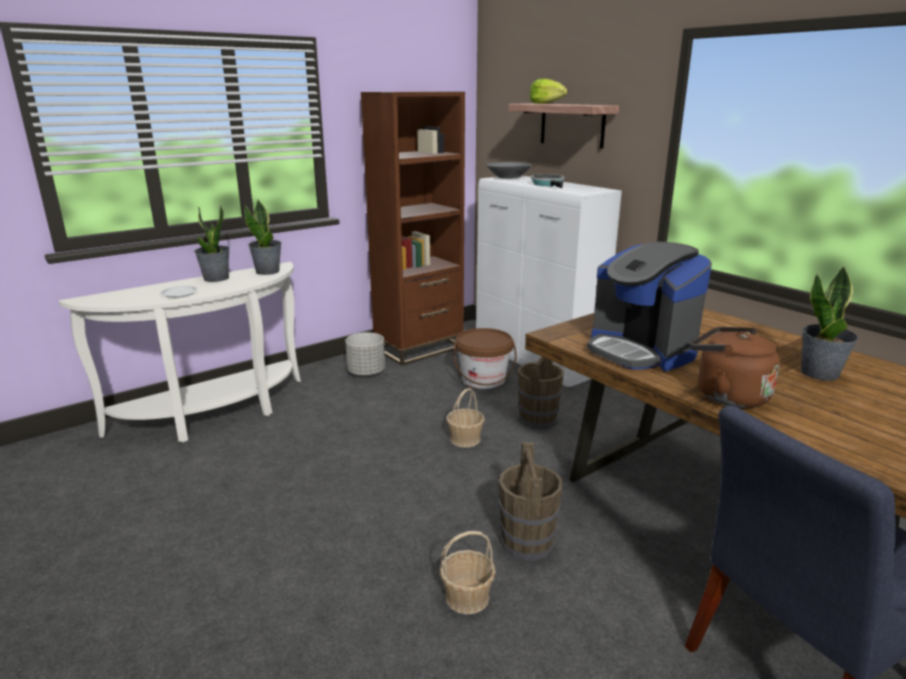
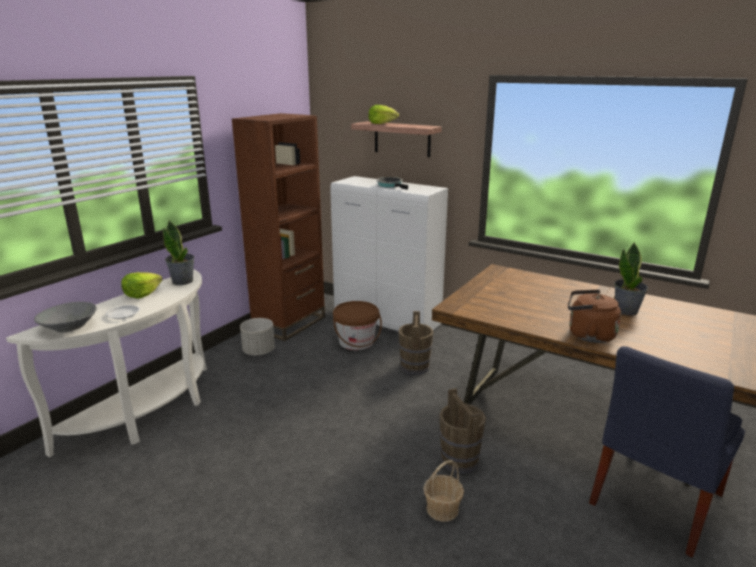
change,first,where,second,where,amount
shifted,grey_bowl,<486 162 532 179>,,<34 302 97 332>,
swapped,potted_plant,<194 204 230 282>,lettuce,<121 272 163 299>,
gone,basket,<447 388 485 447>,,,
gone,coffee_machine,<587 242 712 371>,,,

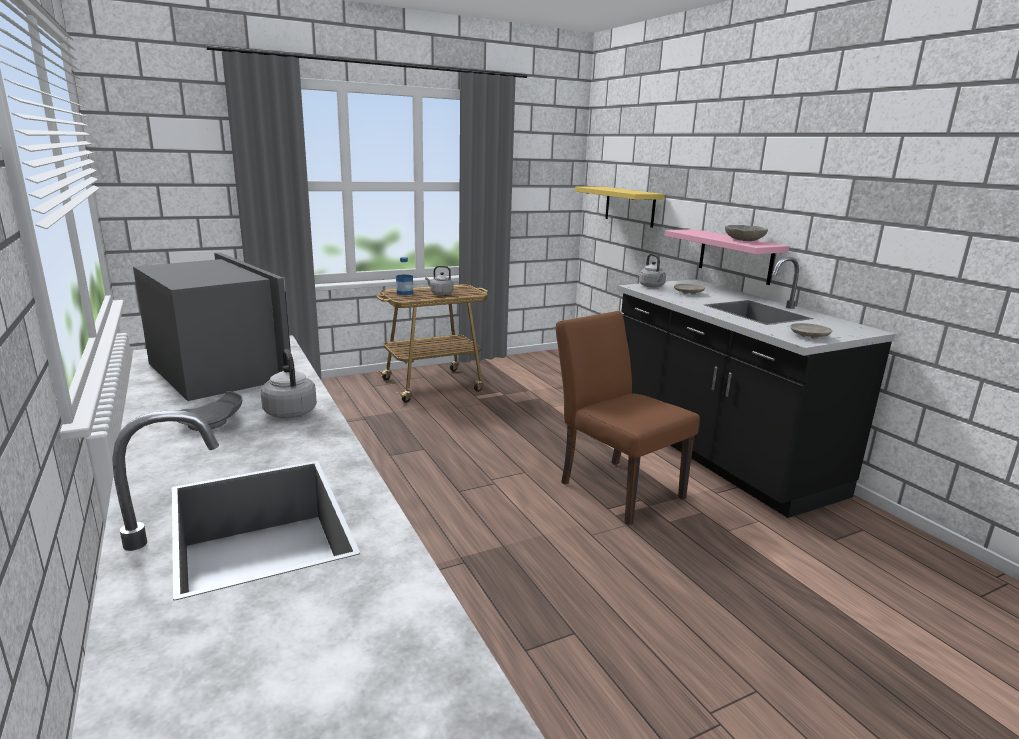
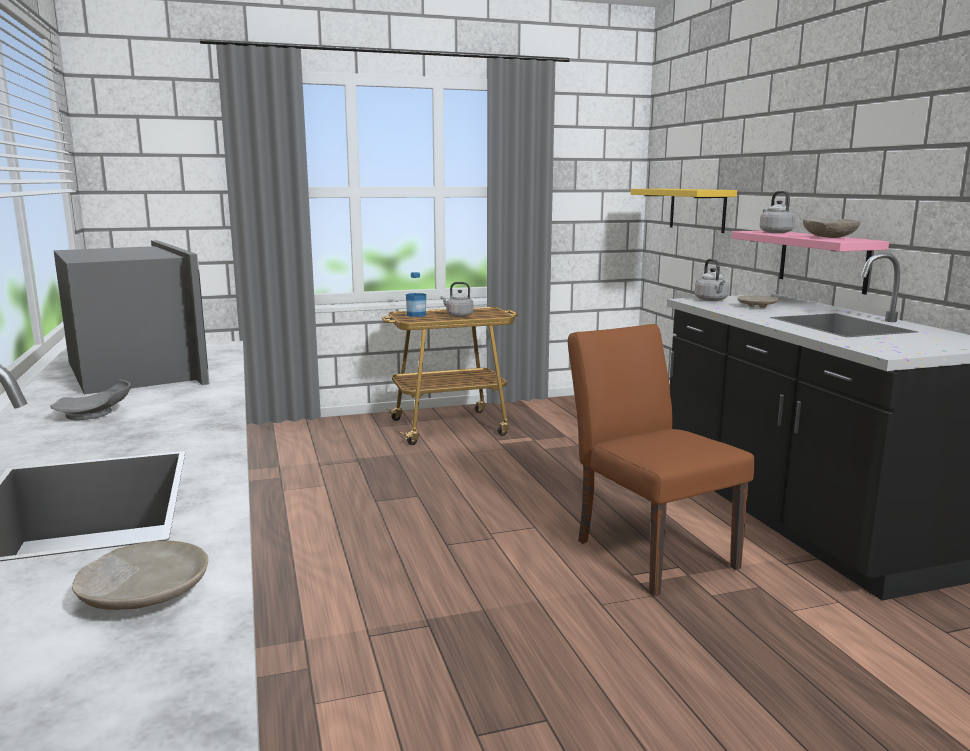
change,first,where,second,where,amount
shifted,beige_plate,<790 323 832 339>,,<72 541 208 610>,
shifted,grey_kettle,<261 349 317 418>,,<760 191 796 233>,

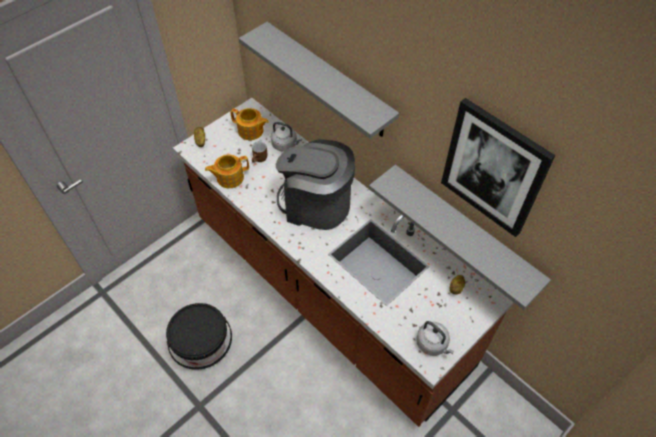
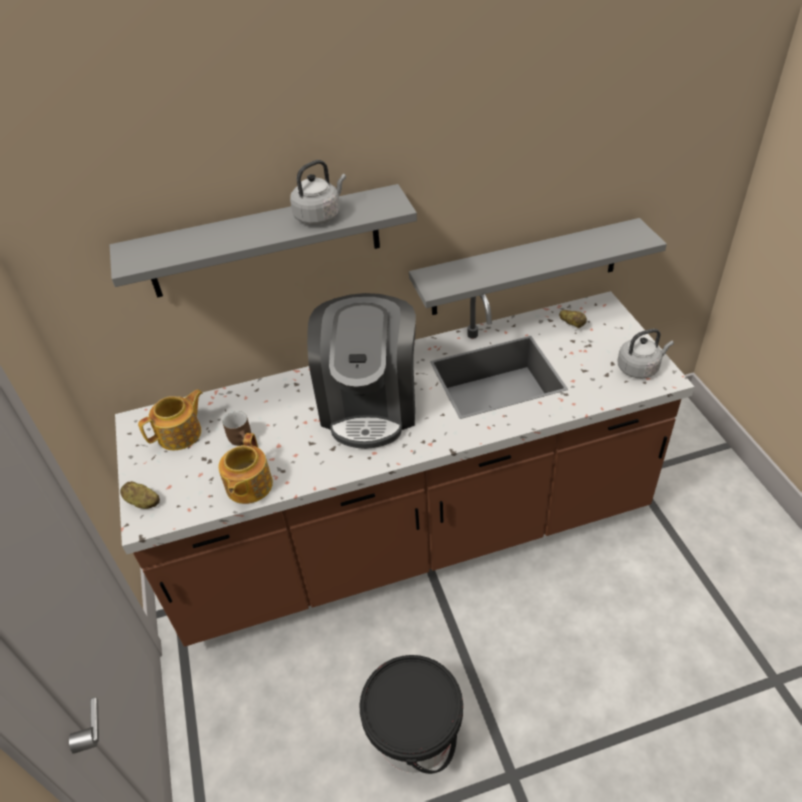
change,first,where,second,where,amount
shifted,grey_kettle,<271 122 302 152>,,<290 160 346 225>,
rotated,coffee_machine,<276 139 355 230>,,<307 293 416 449>,45 degrees counterclockwise
gone,picture,<441 98 555 237>,,,

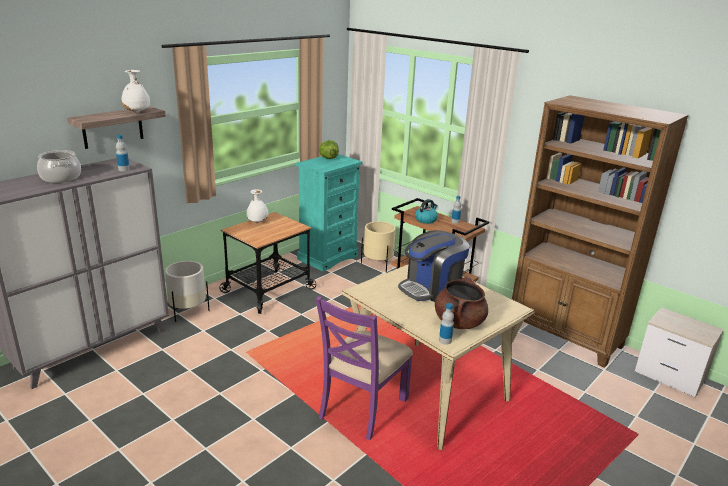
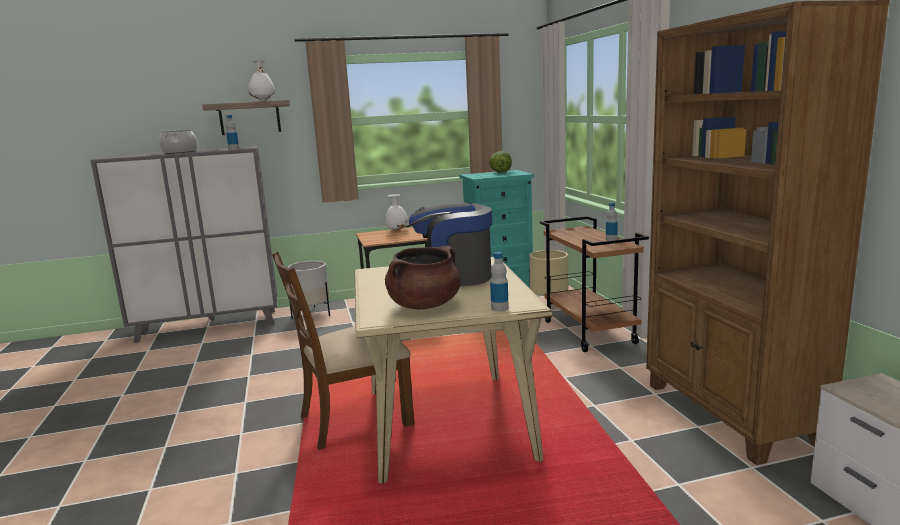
change,first,where,second,where,amount
repainted,purple_chair,<316 296 413 440>,brown_chair,<272 251 414 450>,
shifted,bottle,<439 303 454 345>,,<490 252 509 311>,
gone,kettle,<415 199 438 224>,,,

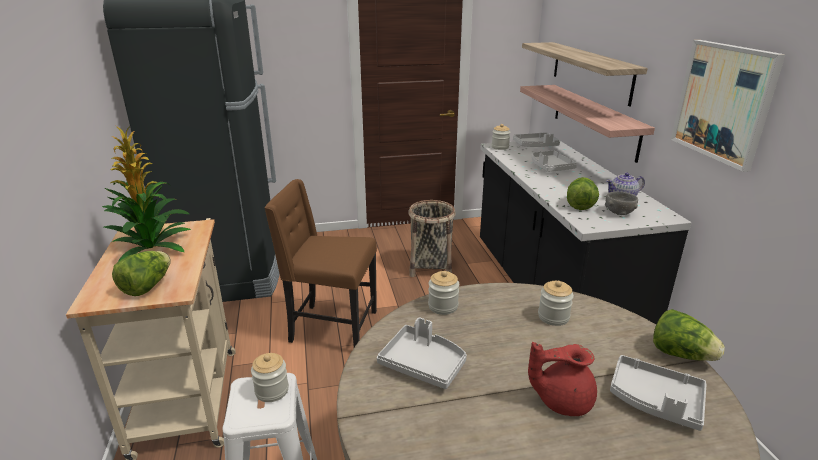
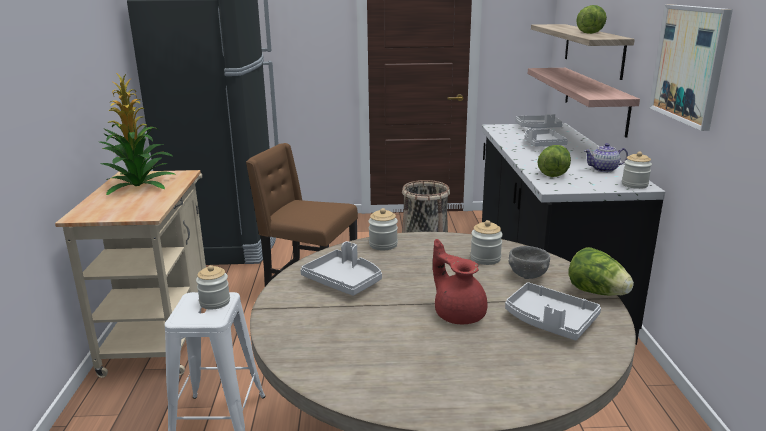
change,first,where,second,where,amount
rotated,red_teapot,<528 342 597 416>,,<433 239 487 324>,45 degrees clockwise
shifted,grey_bowl,<605 191 638 215>,,<508 246 550 279>,
shifted,lettuce,<112 251 171 296>,,<576 5 607 34>,
shifted,jar,<492 124 511 150>,,<622 152 652 189>,

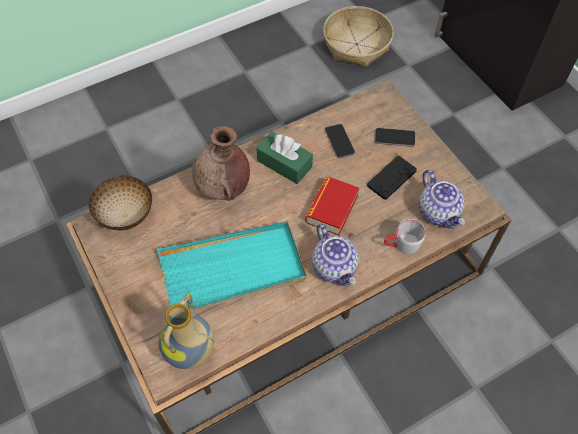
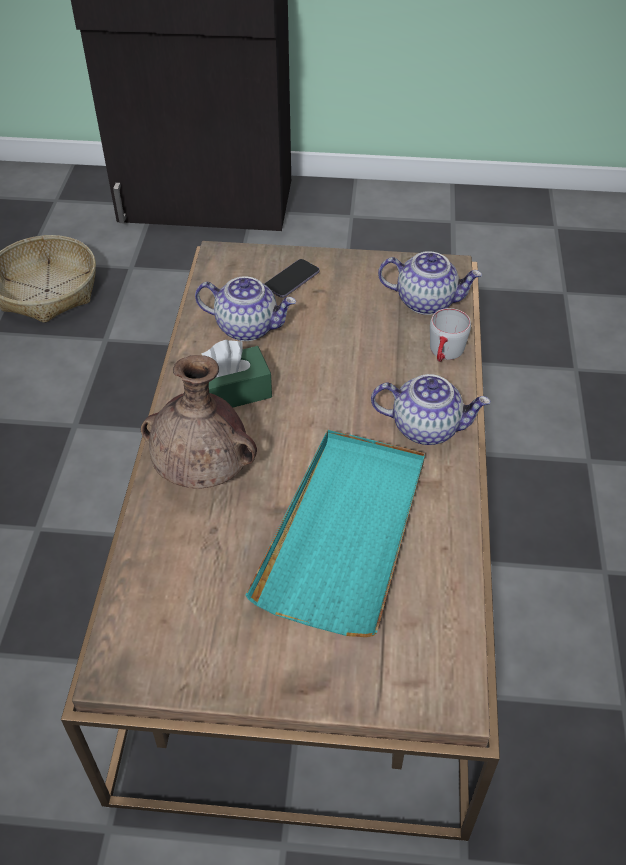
change,first,where,second,where,amount
swapped,phone,<325 124 355 158>,teapot,<195 276 296 341>,
gone,bowl,<89 175 152 230>,,,
gone,vase,<159 294 214 369>,,,
gone,book,<305 176 359 235>,,,
gone,black_game_controller,<367 156 417 200>,,,

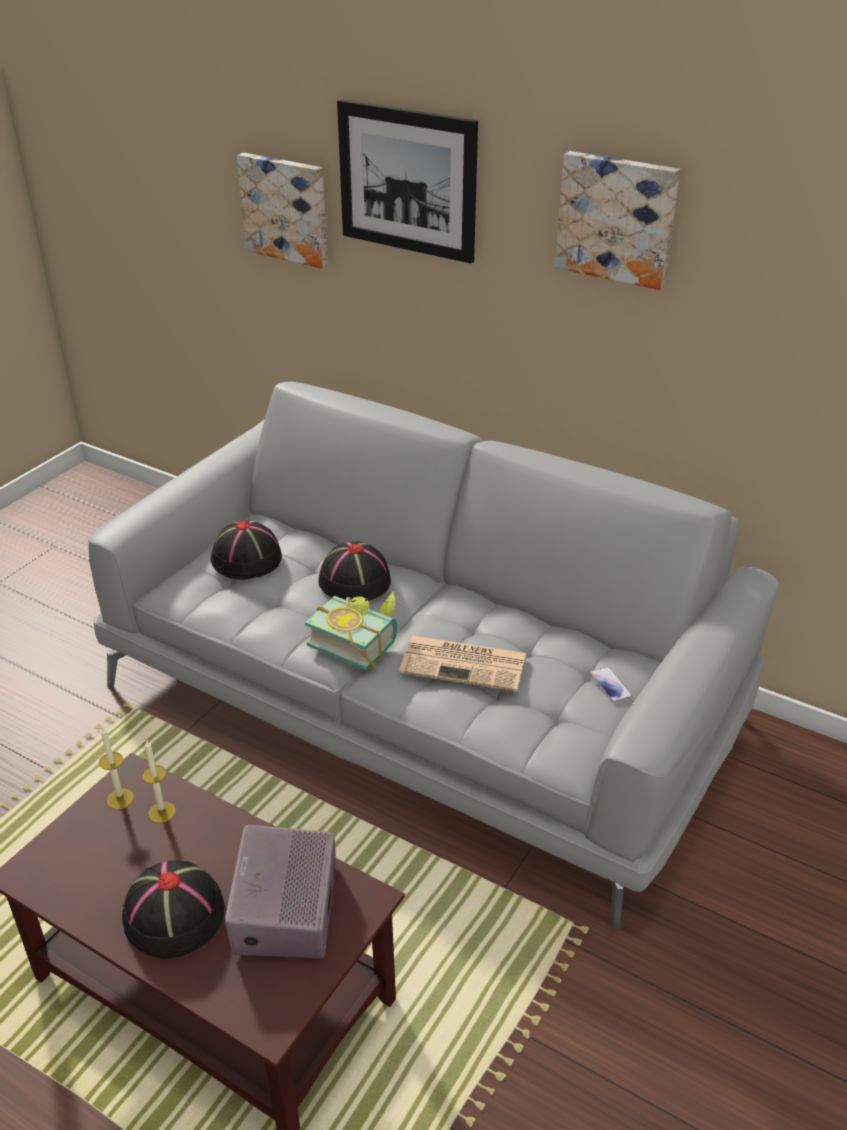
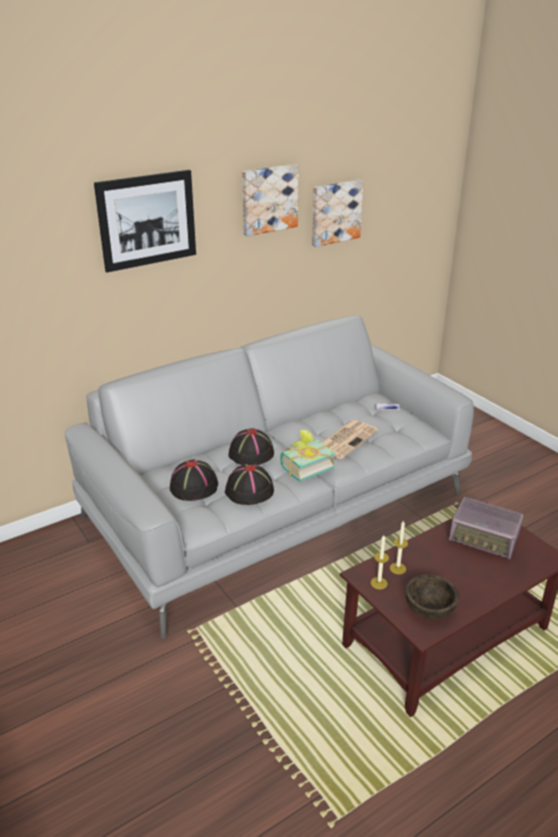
change,first,where,second,where,amount
shifted,black_hat,<122 860 224 959>,,<225 464 274 505>,
shifted,picture,<237 153 328 268>,,<312 180 364 247>,
new,,,brown_bowl,<406 574 459 620>,

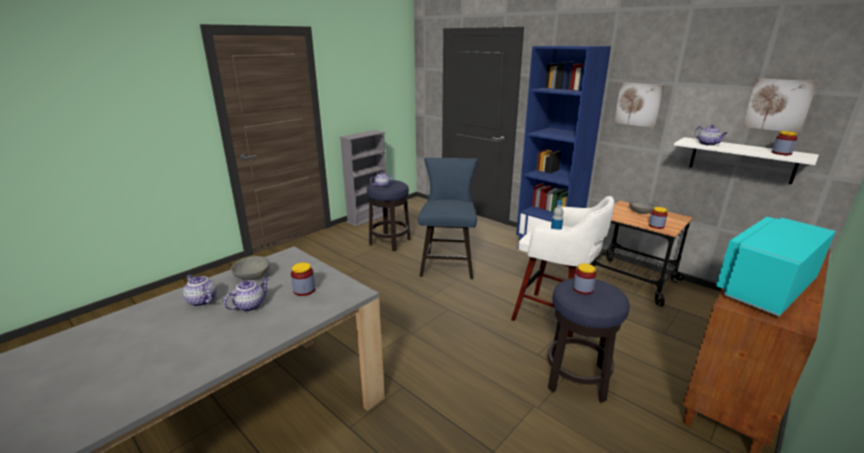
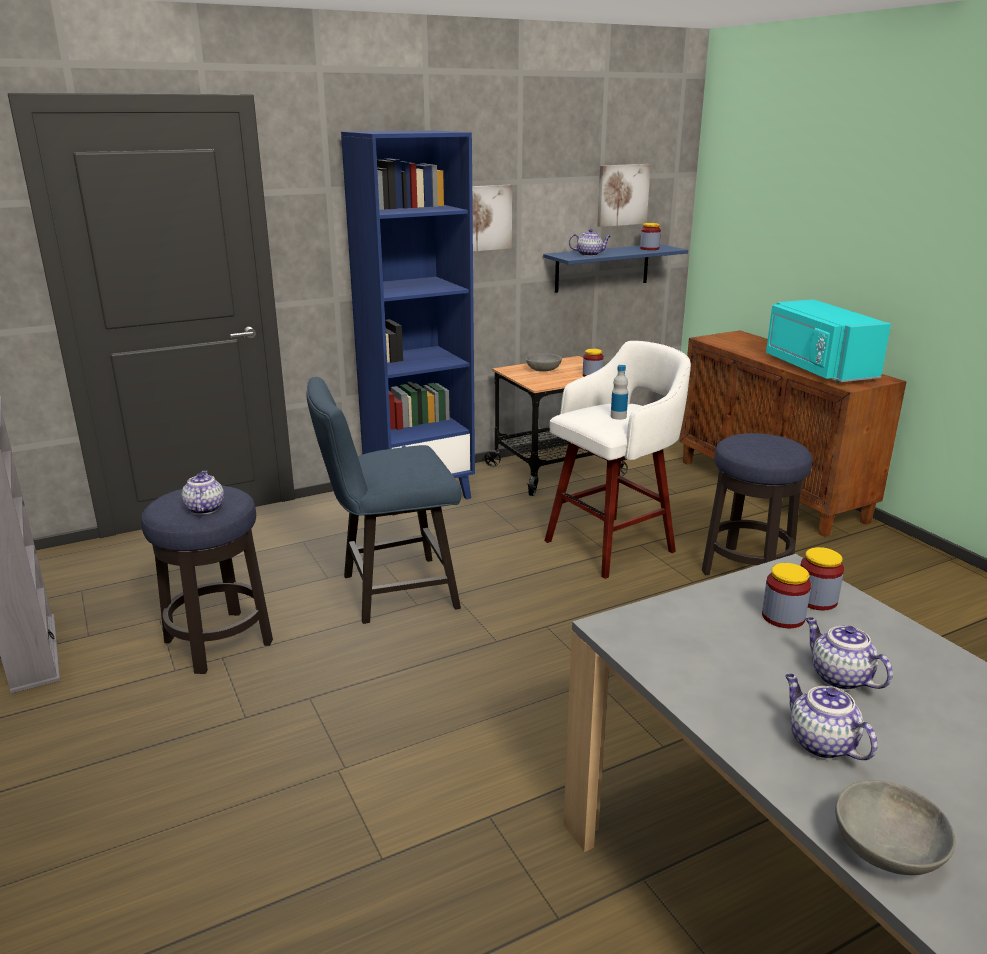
change,first,where,second,where,amount
rotated,blue_chair,<418 157 478 279>,,<307 377 461 624>,45 degrees counterclockwise
repainted,white_shelf,<674 137 819 184>,blue_shelf,<543 244 688 293>,
rotated,teapot,<183 275 217 307>,,<785 674 878 760>,90 degrees clockwise
shifted,jar,<573 263 596 294>,,<800 547 844 610>,
shifted,grey_bowl,<231 256 270 280>,,<835 780 956 875>,

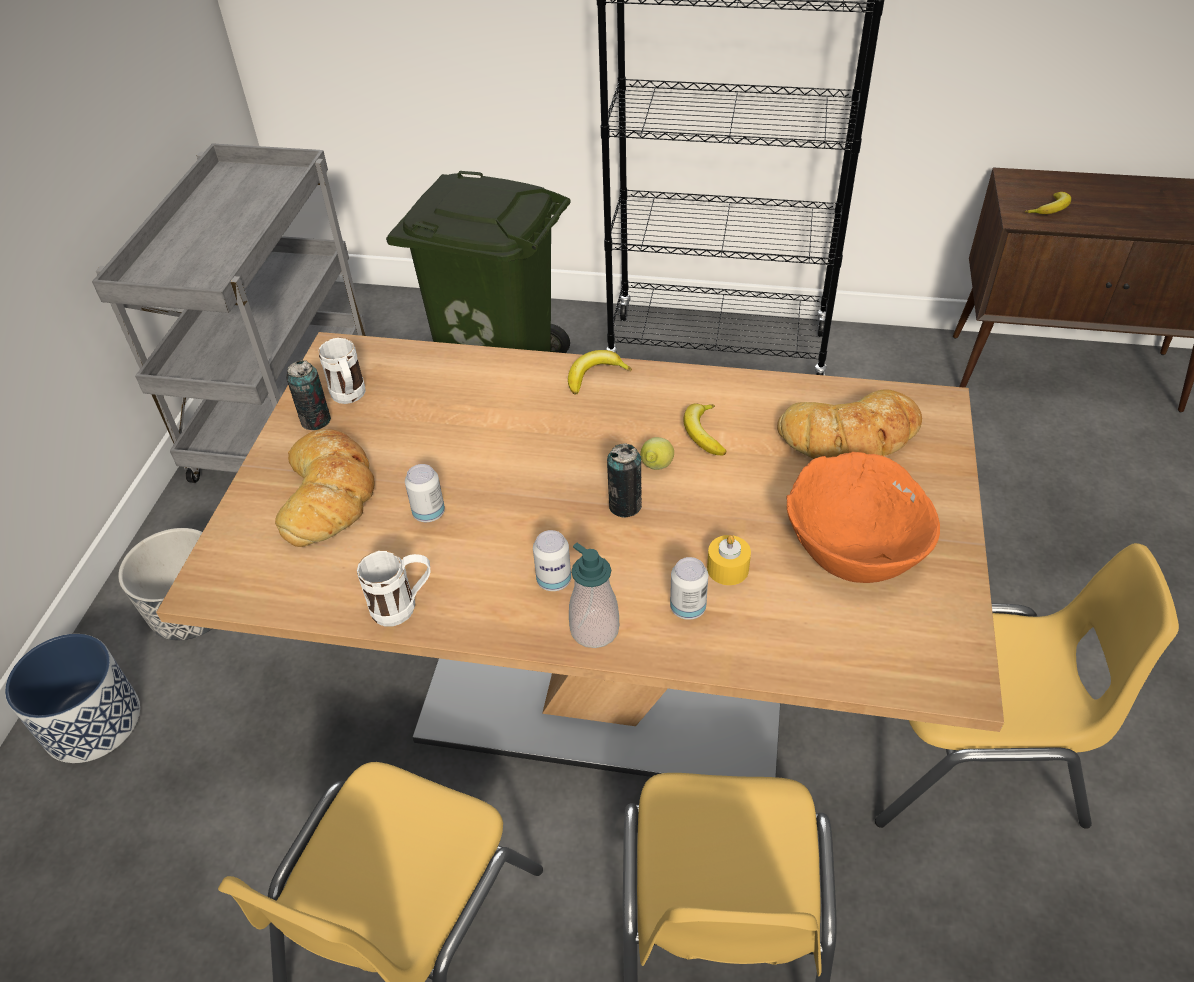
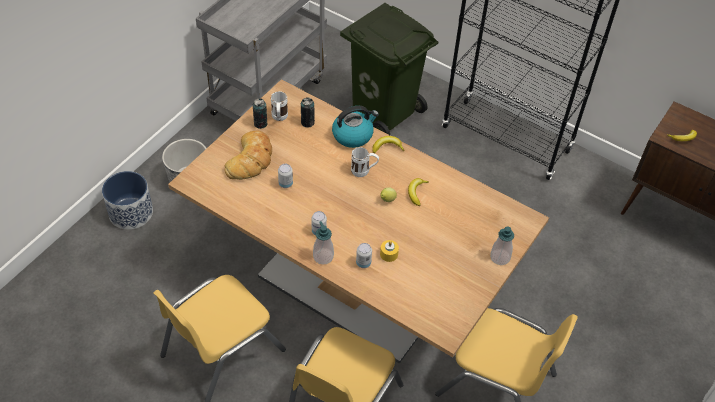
change,first,where,second,where,amount
shifted,can,<607 443 642 518>,,<301 97 315 127>,
new,,,kettle,<332 106 379 148>,
shifted,white_mug,<357 550 430 626>,,<351 147 379 177>,
new,,,soap_dispenser,<490 226 514 265>,
gone,bread,<777 389 922 459>,,,
gone,orange_bowl,<786 452 940 583>,,,

